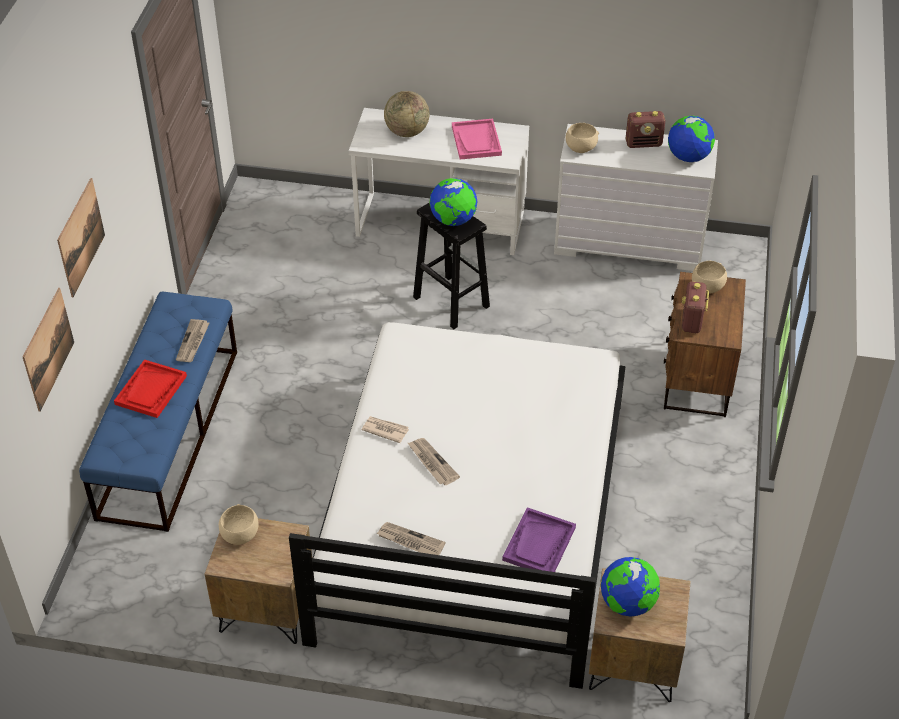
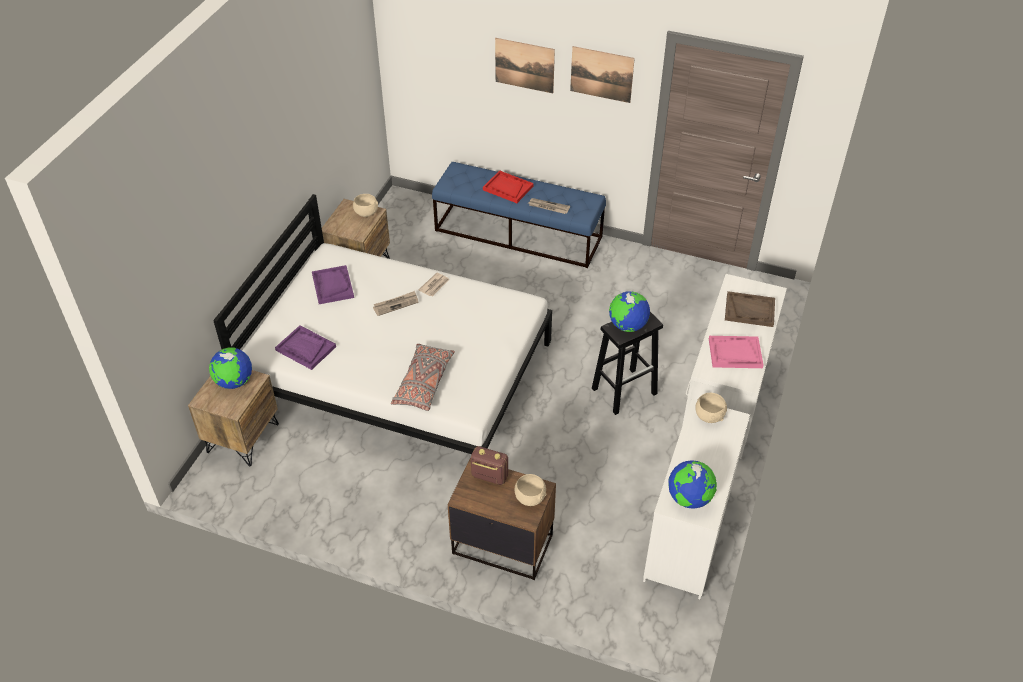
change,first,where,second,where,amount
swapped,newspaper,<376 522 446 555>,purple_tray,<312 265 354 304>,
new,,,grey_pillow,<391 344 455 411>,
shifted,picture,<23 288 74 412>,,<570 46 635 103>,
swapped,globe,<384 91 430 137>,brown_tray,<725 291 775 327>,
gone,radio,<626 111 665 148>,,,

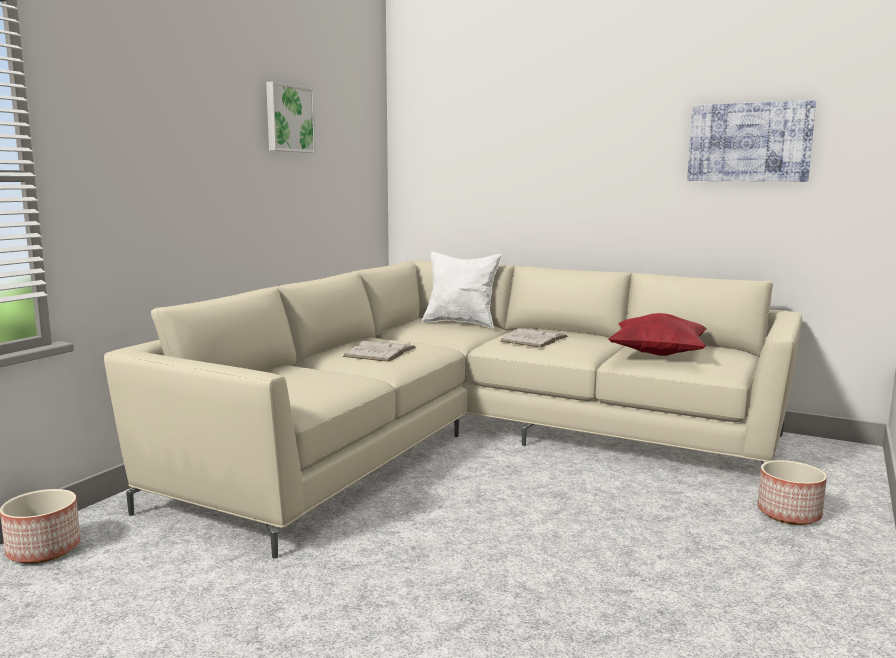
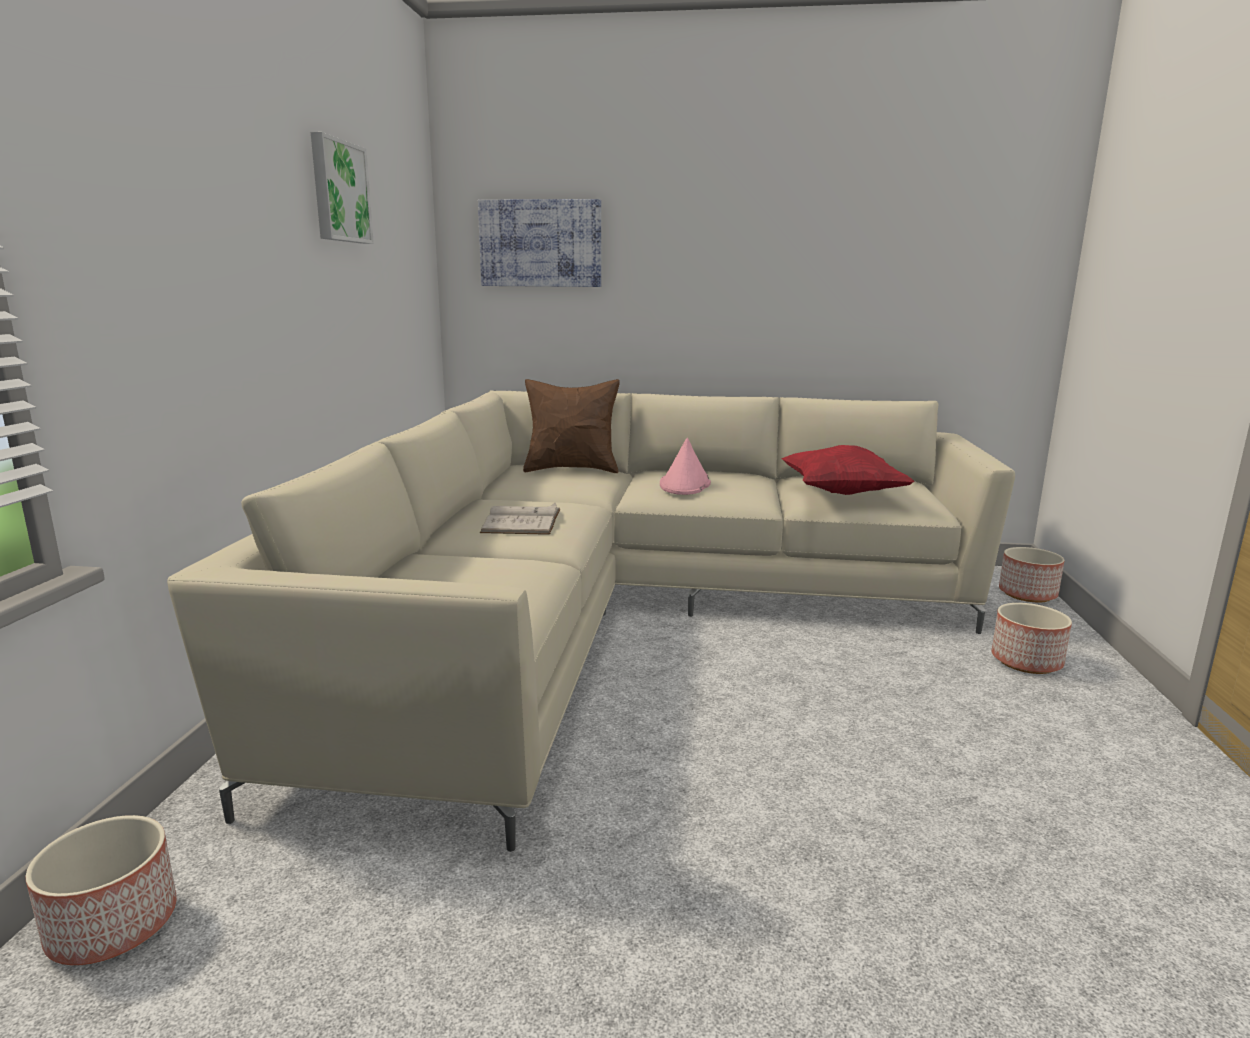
change,first,where,second,where,amount
shifted,picture,<687 100 816 182>,,<478 199 601 287>,
repainted,white_pillow,<422 252 502 328>,brown_pillow,<523 379 620 473>,
swapped,white_book,<500 328 568 348>,pink_hat,<660 438 711 495>,
new,,,planter,<999 547 1065 602>,

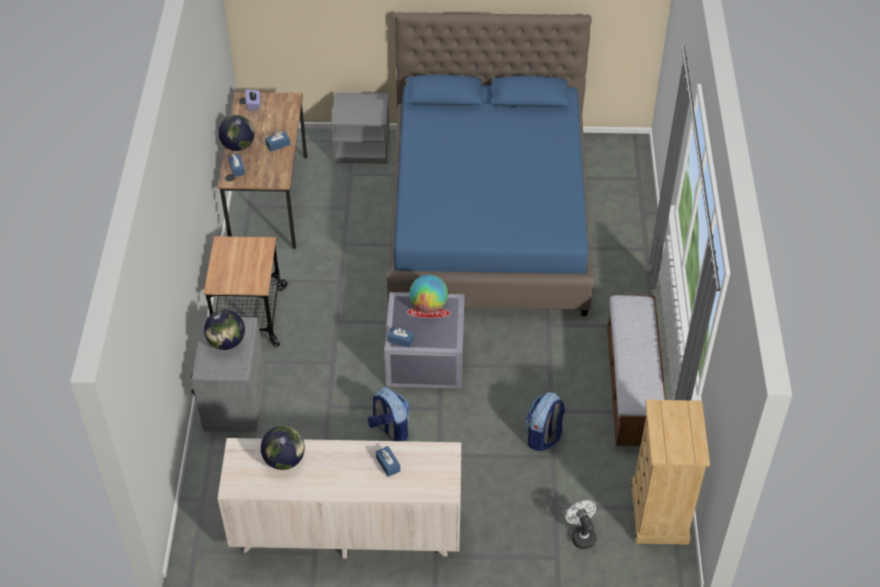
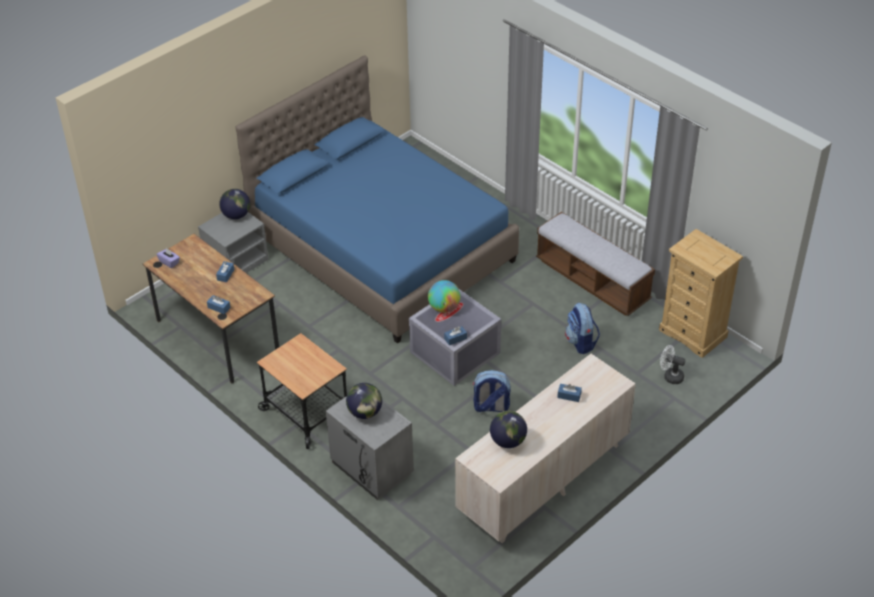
change,first,where,second,where,amount
shifted,globe,<218 115 254 151>,,<219 189 250 219>,

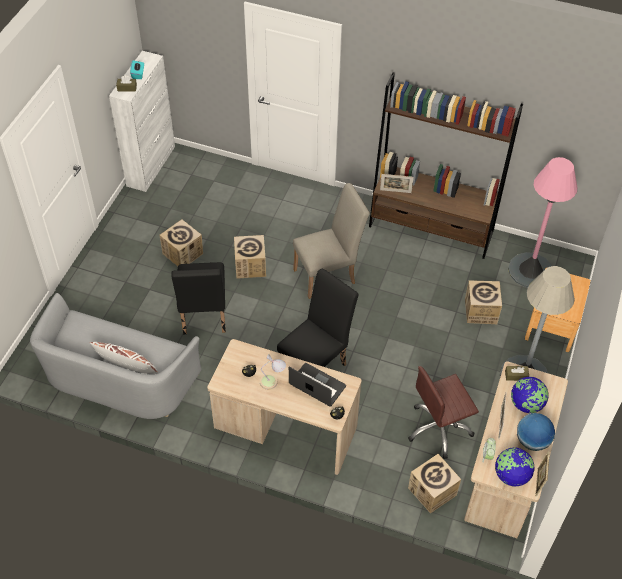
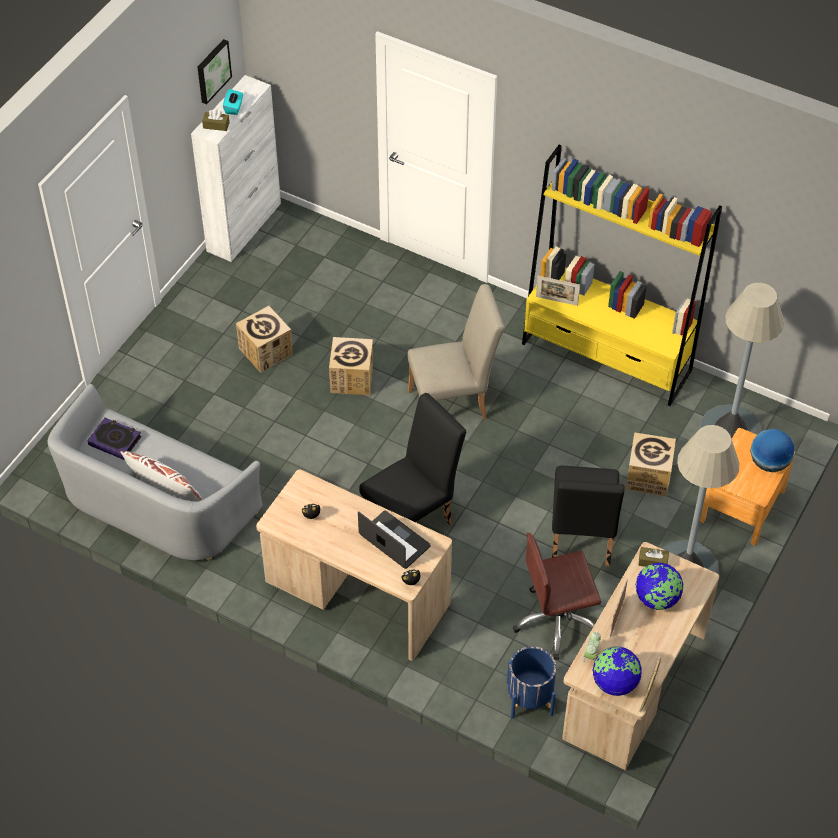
change,first,where,second,where,amount
new,,,book,<87 418 142 460>,
new,,,picture,<198 39 232 104>,
swapped,cardboard_box,<408 454 461 513>,blue_planter,<507 646 556 718>,
repainted,brown_bookcase,<369 72 523 259>,yellow_bookcase,<522 144 722 406>,
shifted,black_chair,<171 262 226 334>,,<552 465 624 566>,
repainted,pink_floor_lamp,<508 157 577 288>,grey_floor_lamp,<700 283 784 439>,
shifted,globe,<517 413 555 451>,,<750 429 795 472>,
gone,table_lamp,<260 354 286 390>,,,

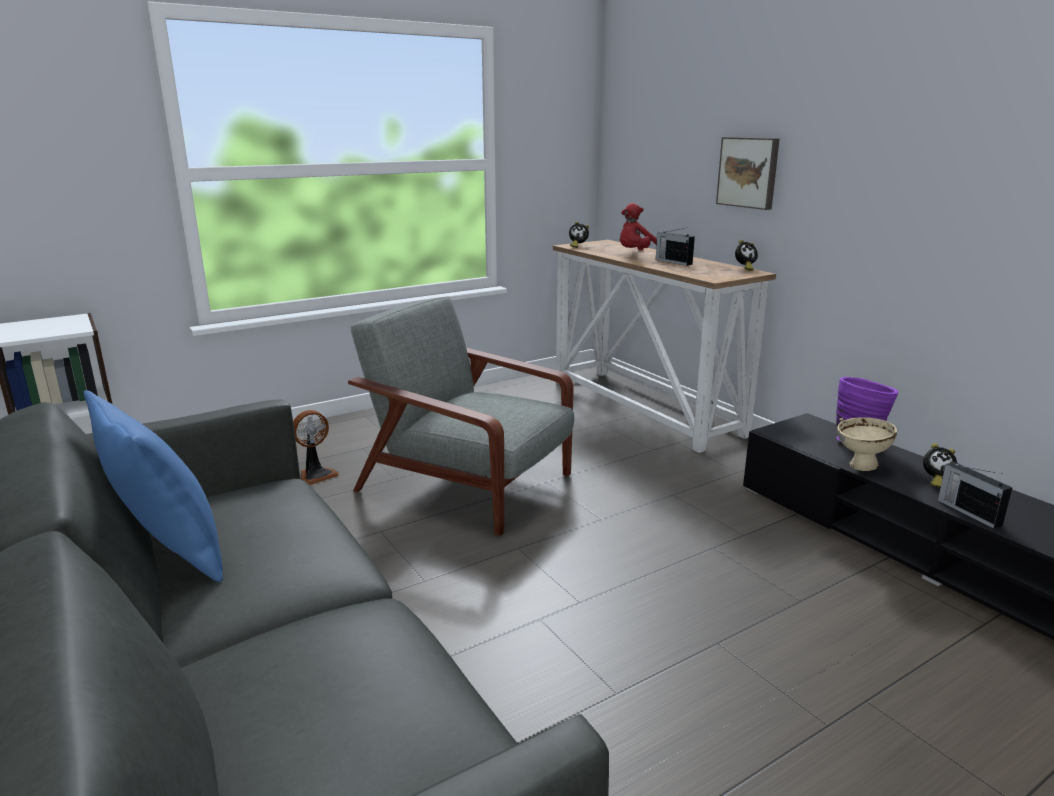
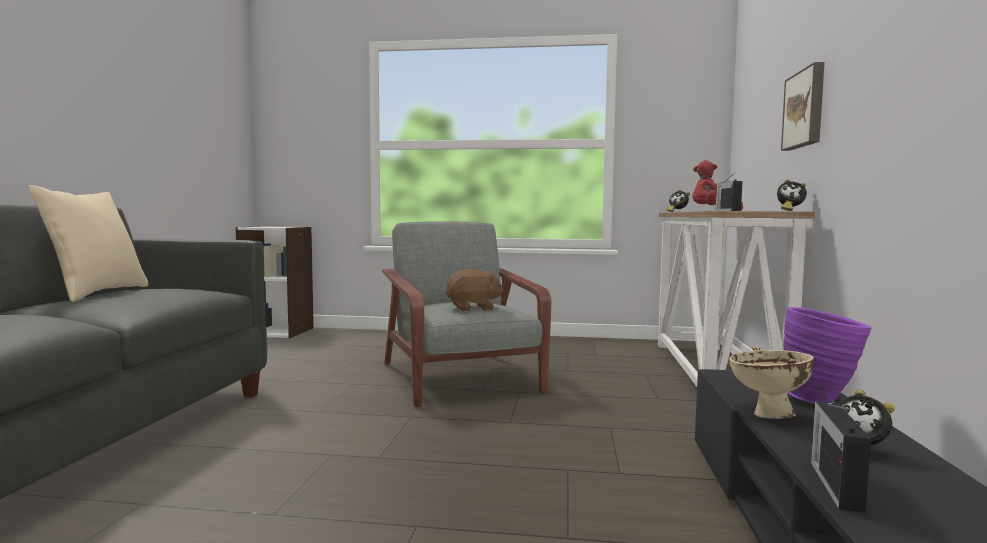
change,first,where,second,where,amount
repainted,blue_pillow,<84 390 223 582>,beige_pillow,<29 185 148 302>,
new,,,brown_plush_toy,<445 269 504 311>,
gone,fan,<293 410 339 485>,,,

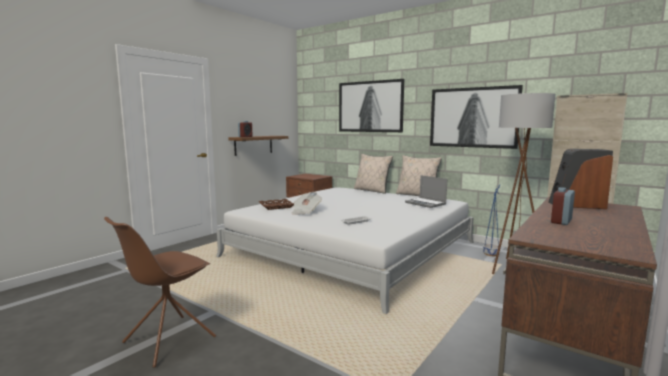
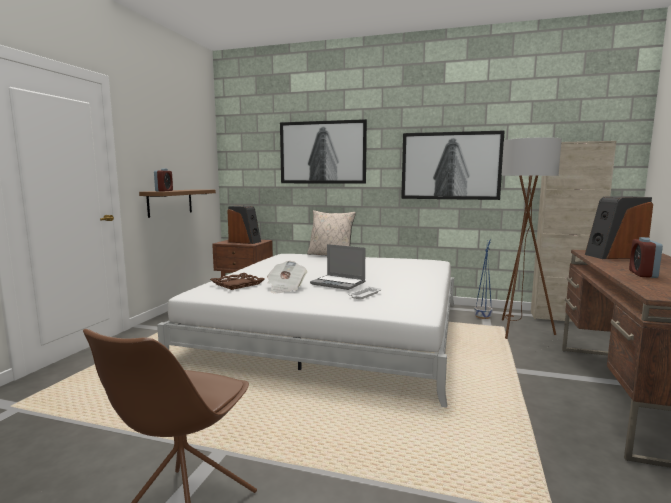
change,first,where,second,where,amount
new,,,speaker,<227 206 261 244>,
shifted,laptop,<405 175 447 208>,,<310 244 366 290>,
gone,beige_pillow,<396 155 442 196>,,,

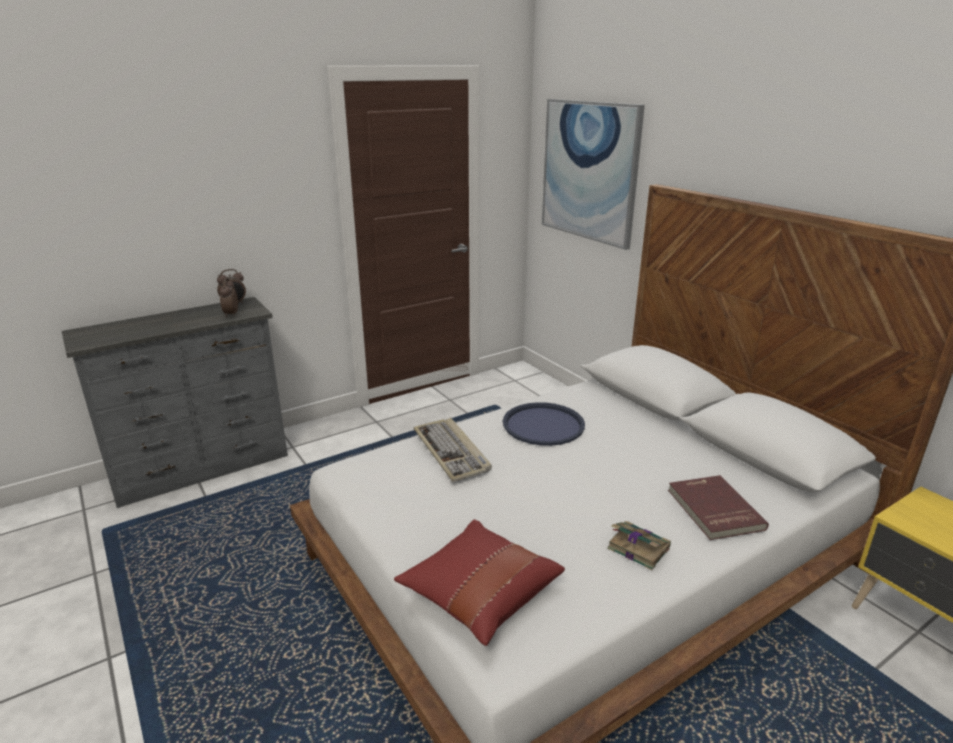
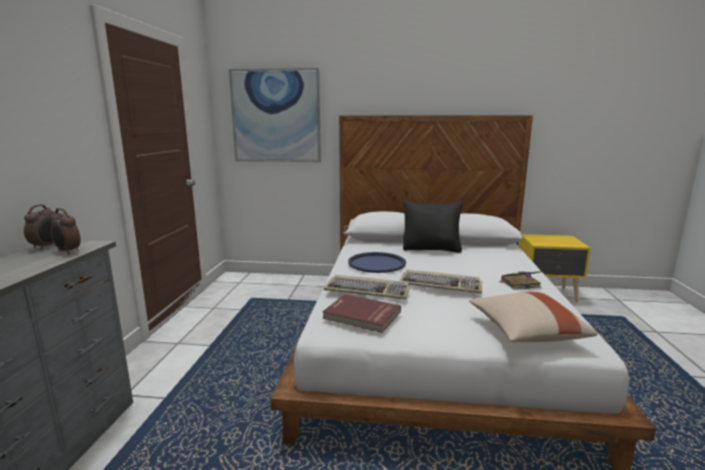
change,first,where,second,where,amount
shifted,red_book,<668 475 769 540>,,<322 294 401 333>,
new,,,keyboard,<400 270 482 294>,
new,,,black_pillow,<403 200 463 253>,
repainted,red_pillow,<394 520 565 646>,beige_pillow,<469 292 598 342>,

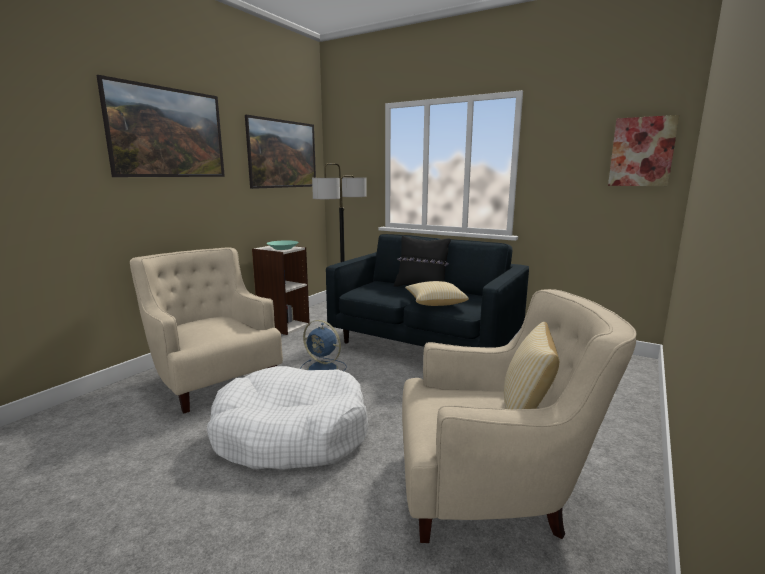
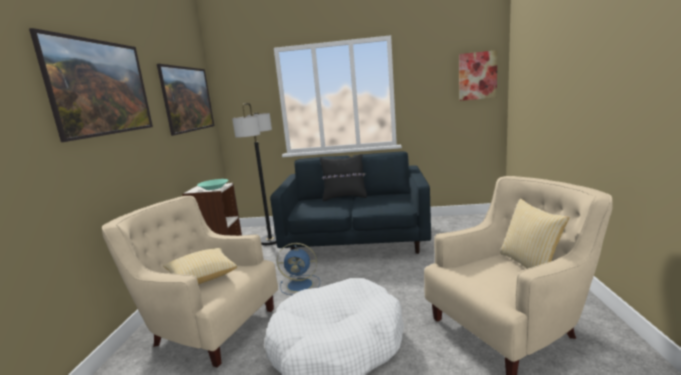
change,first,where,second,where,amount
shifted,pillow,<405 281 469 306>,,<163 248 237 284>,

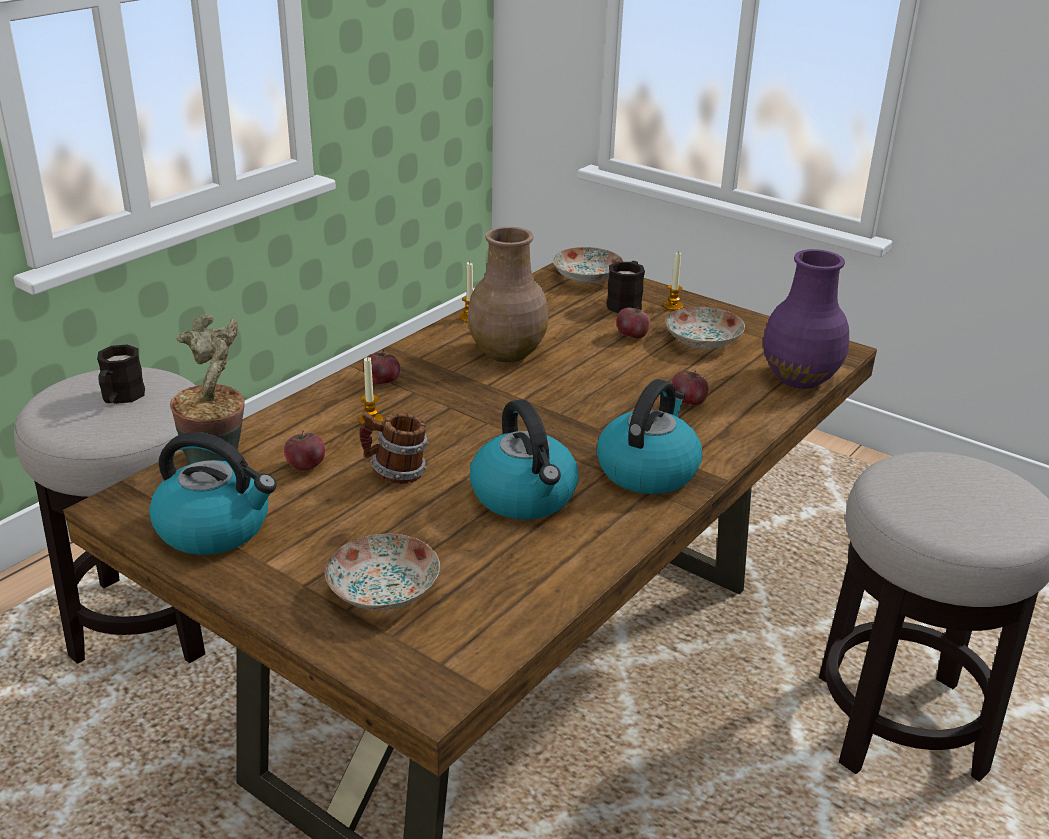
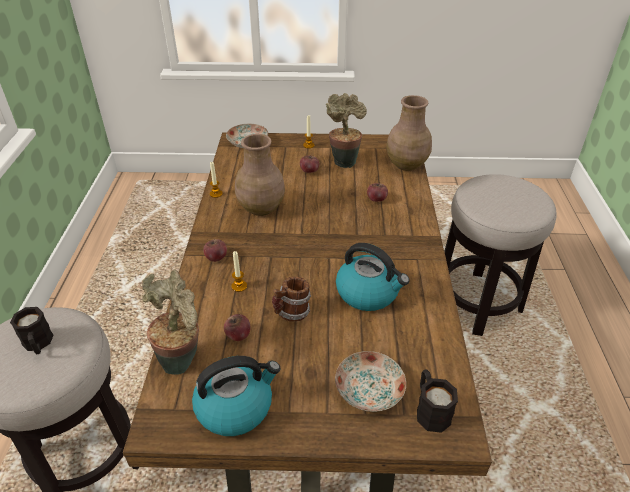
change,first,where,second,where,amount
swapped,plate,<665 307 745 349>,potted_plant,<326 93 367 168>,
repainted,purple_vase,<763 249 849 389>,brown_vase,<386 95 432 171>,
shifted,black_mug,<606 261 645 313>,,<417 369 458 433>,
gone,kettle,<597 379 702 494>,,,

